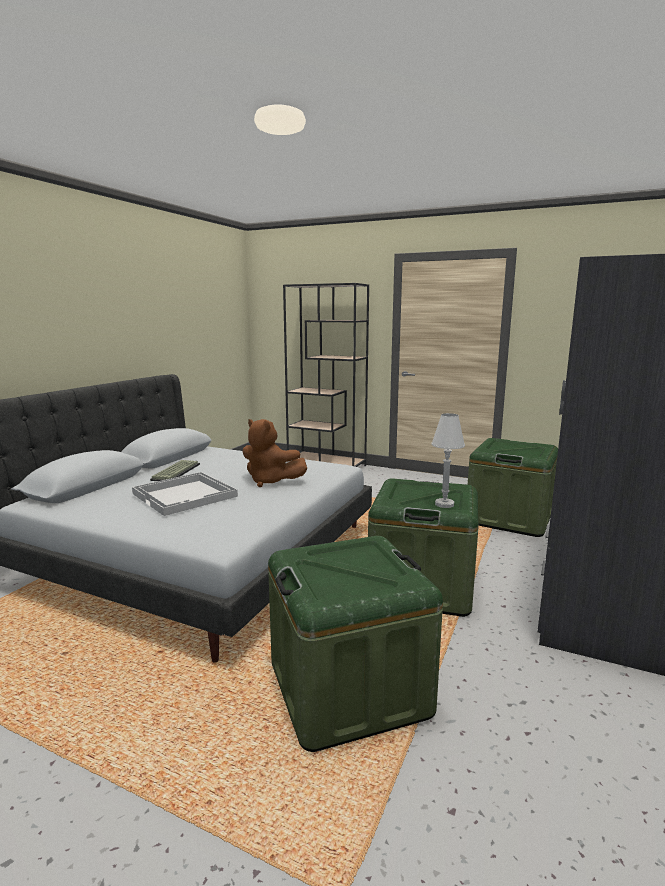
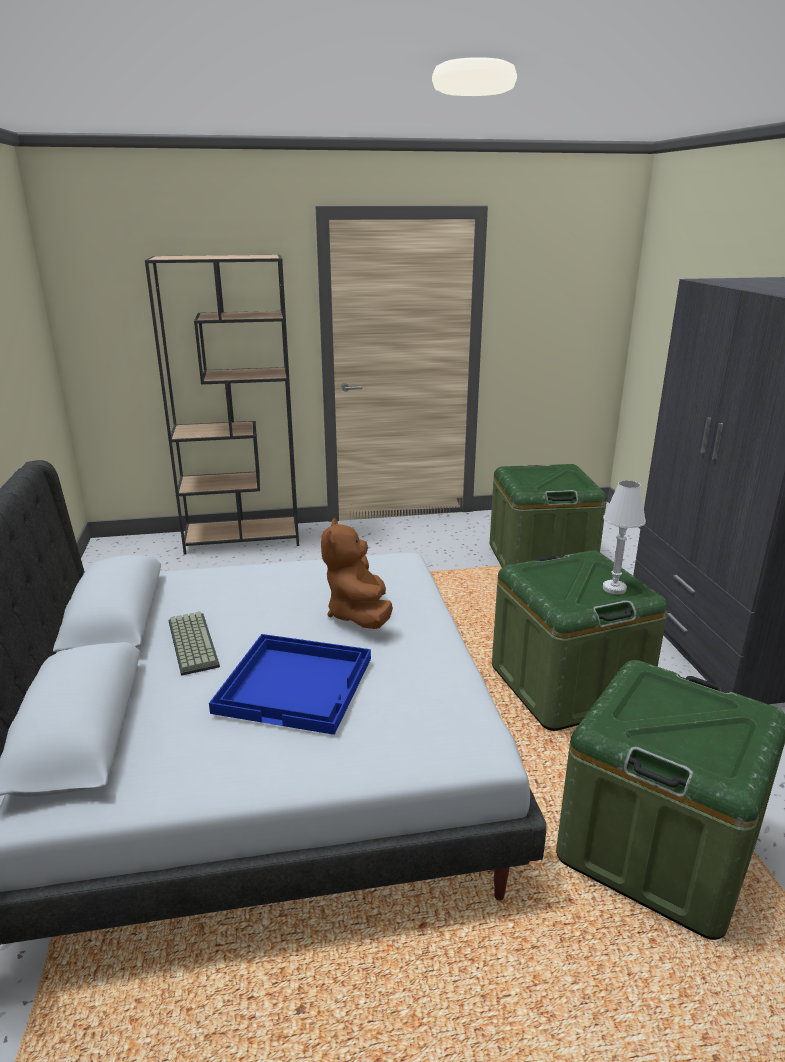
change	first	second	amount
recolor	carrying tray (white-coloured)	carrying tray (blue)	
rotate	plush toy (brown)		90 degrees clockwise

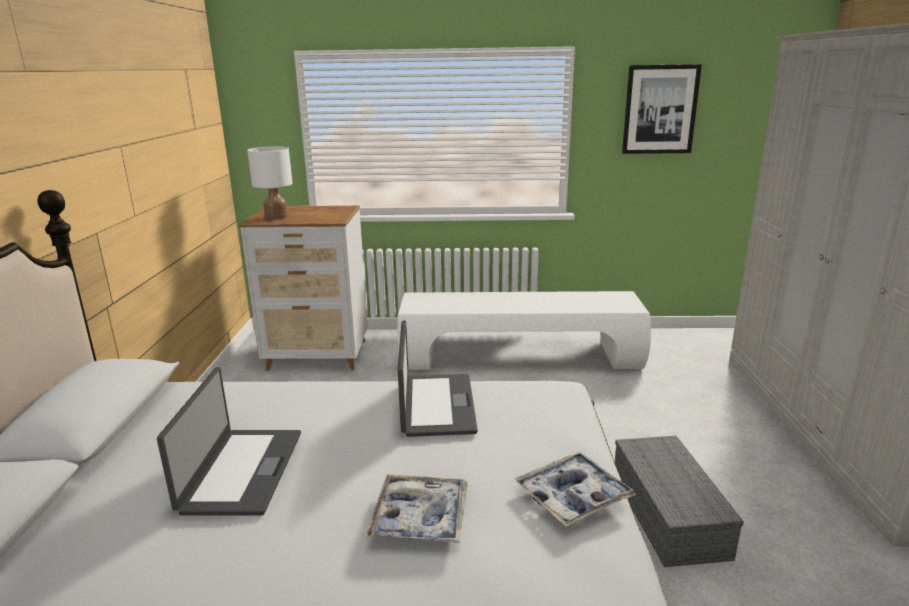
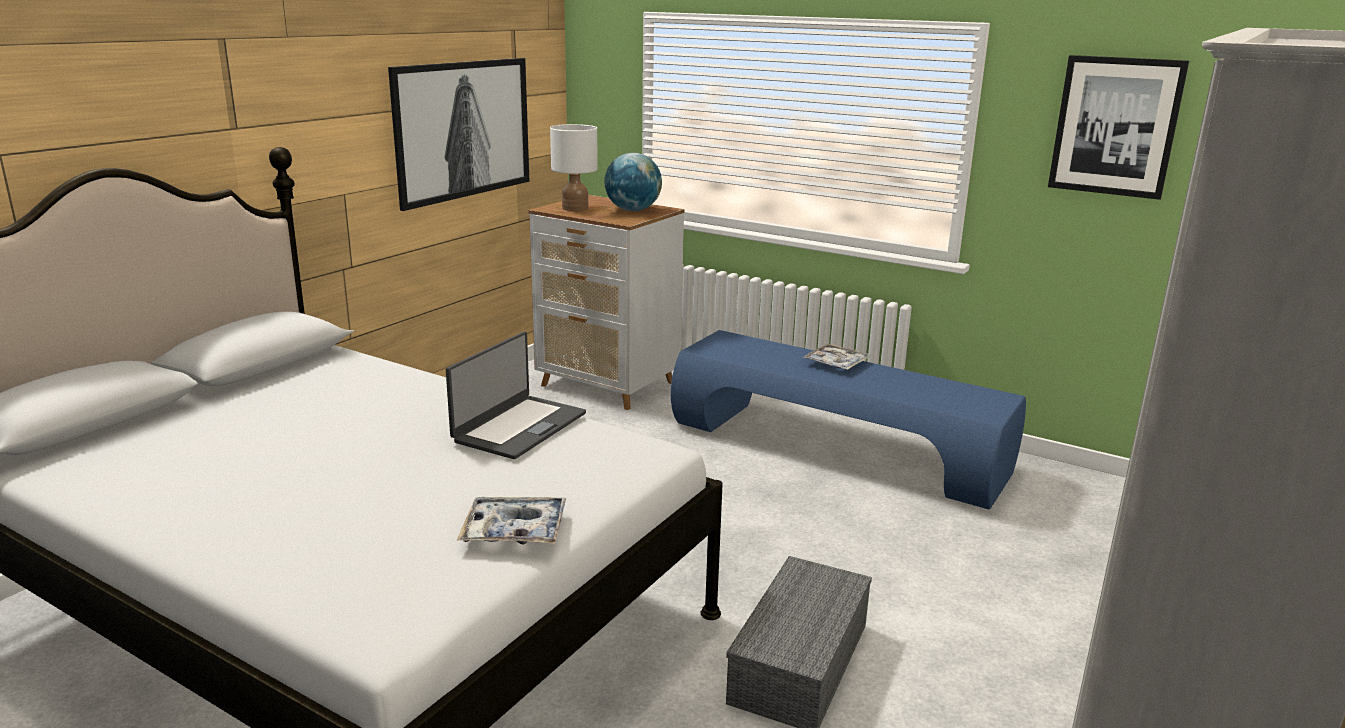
change	first	second	amount
insert		wall picture (1st from left)	
insert		globe	
recolor	indoor bench (white-coloured)	indoor bench (blue)	
move	carrying tray (1st from left in the first image)	carrying tray (2nd from left)	
delete	portable computer (1st from left)		

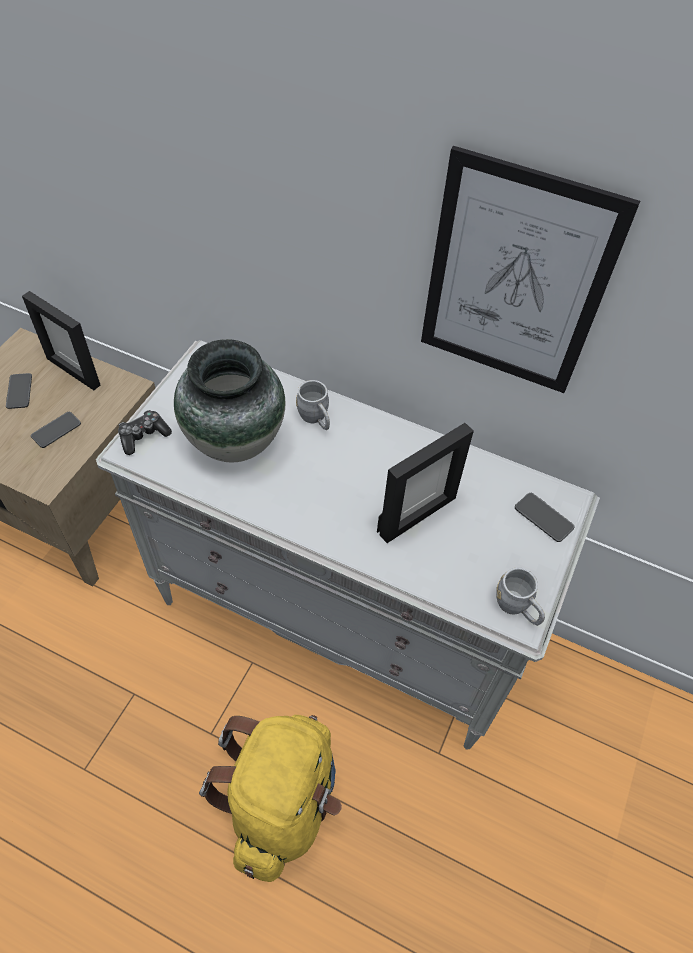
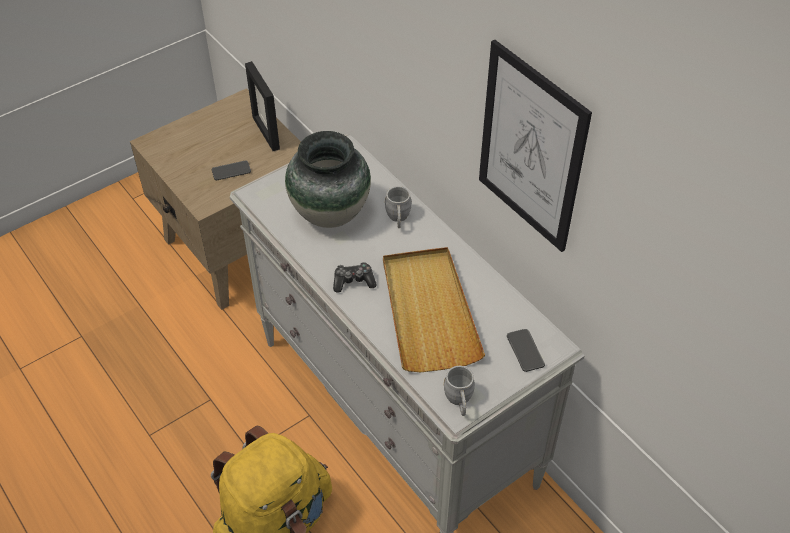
change	first	second	amount
move	gamepad		
replace	standing frame (2nd from left)	carrying tray (beige-coloured)	
delete	telephone (1st from left)		

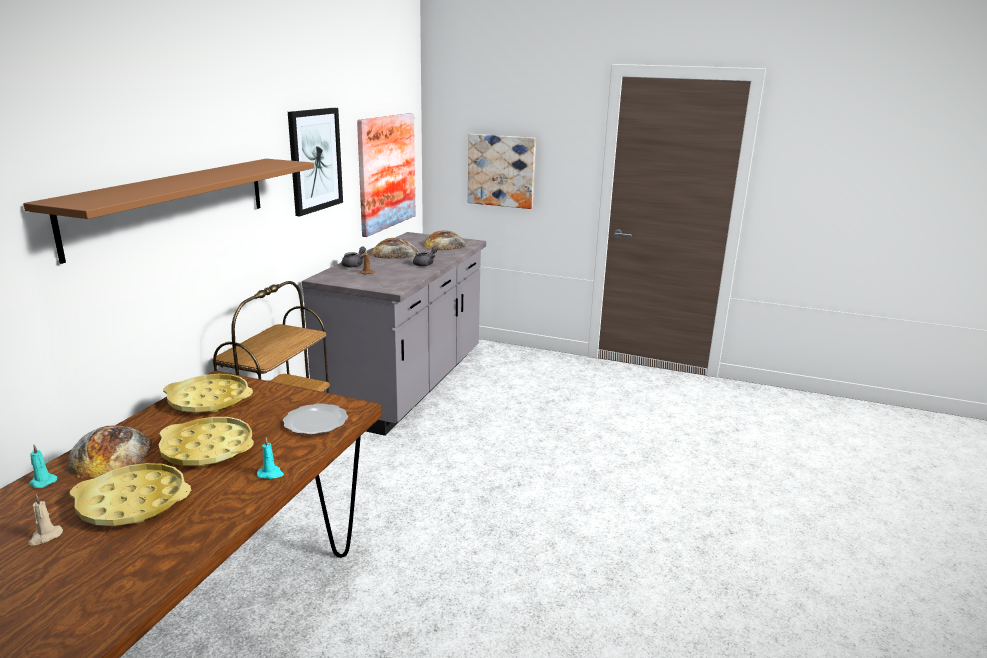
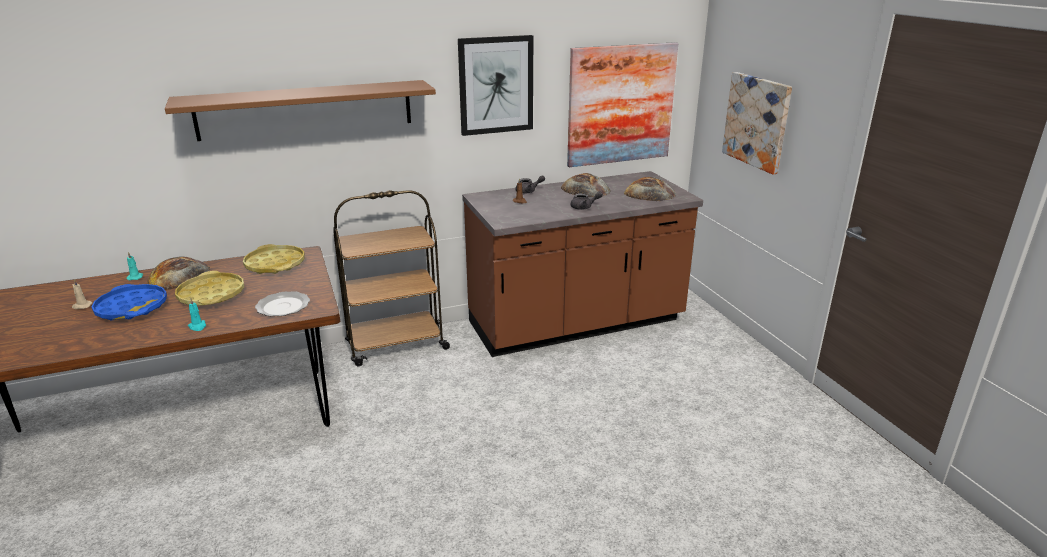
change	first	second	amount
recolor	carrying tray (yellow) (1st from left)	carrying tray (blue)	
recolor	kitchen counter (greyish)	kitchen counter (brown)	

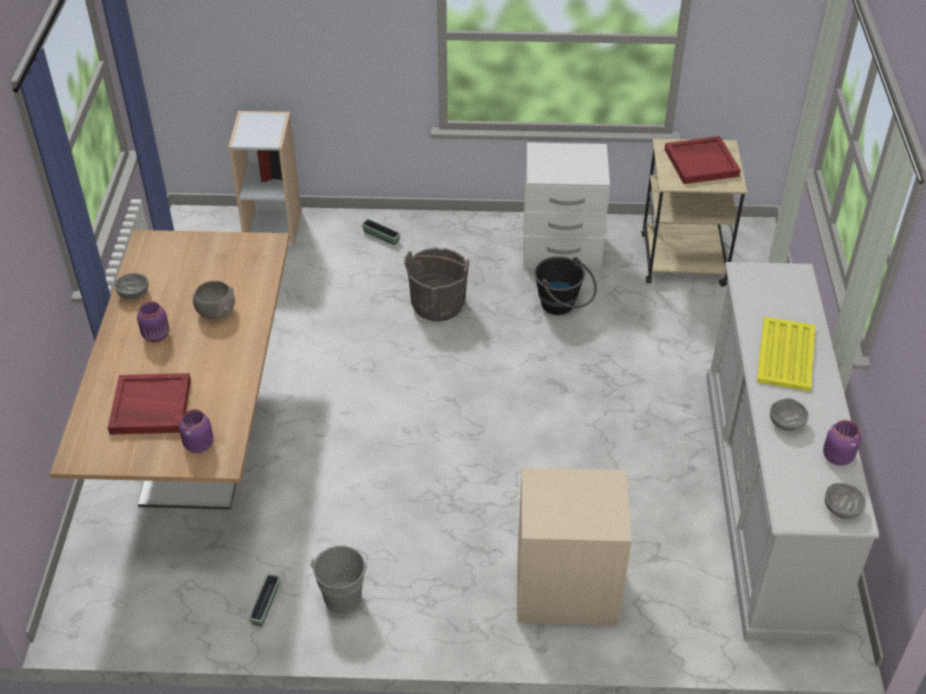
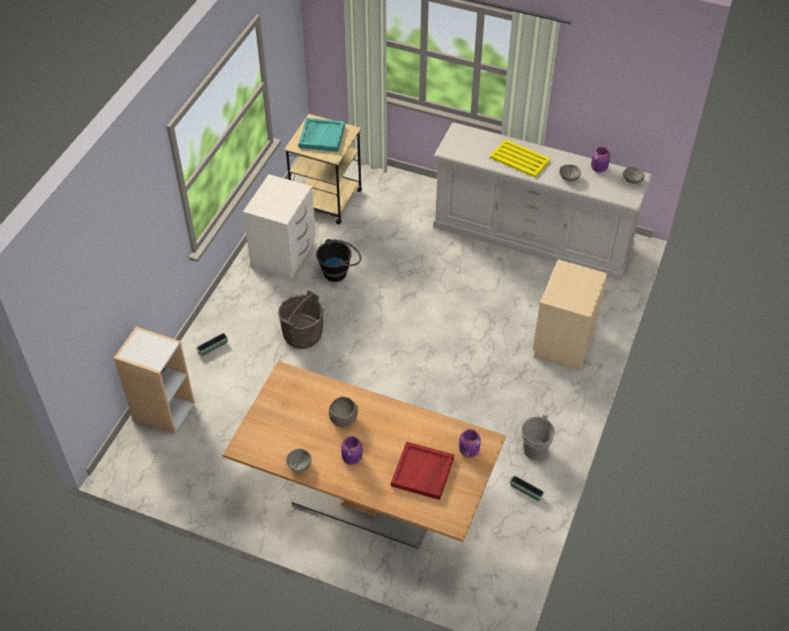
change	first	second	amount
recolor	carrying tray (red) (2nd from left)	carrying tray (blue-green)	

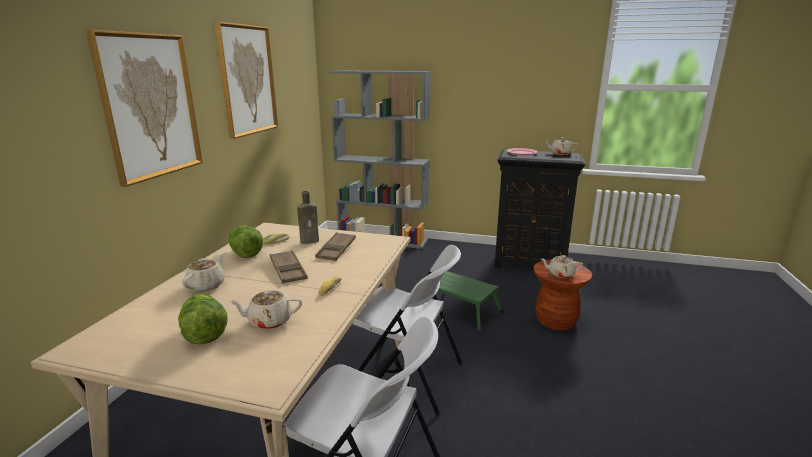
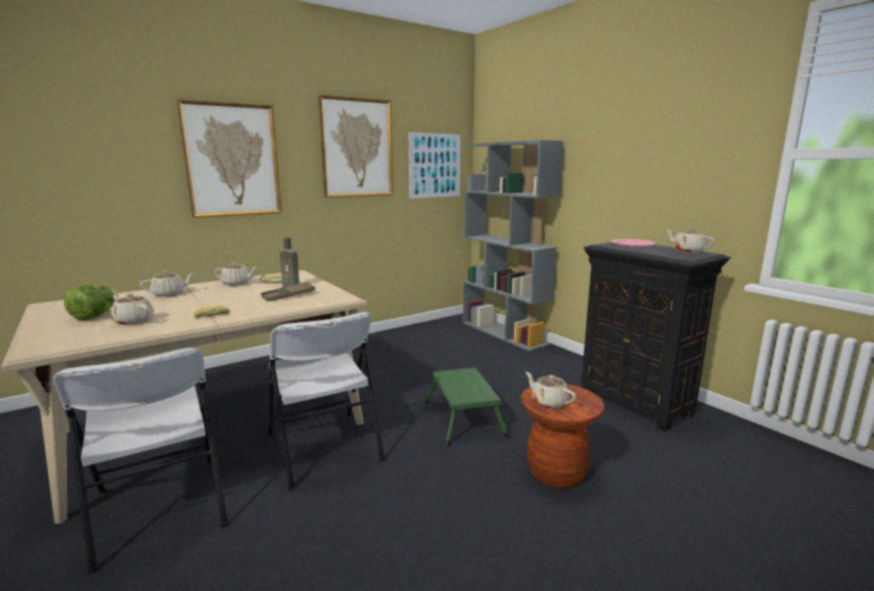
change	first	second	amount
replace	head of lettuce (2nd from left)	teapot (beige-coloured) (3rd from left)	
insert		wall picture (3rd from left)	
delete	carrying tray (brown) (1st from left)		

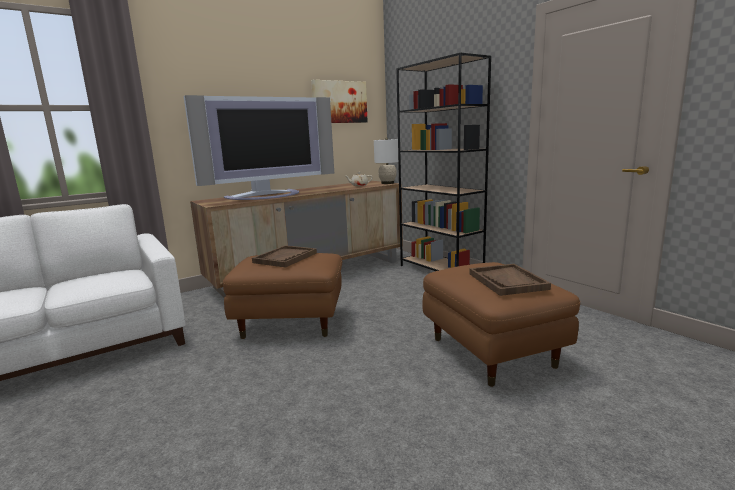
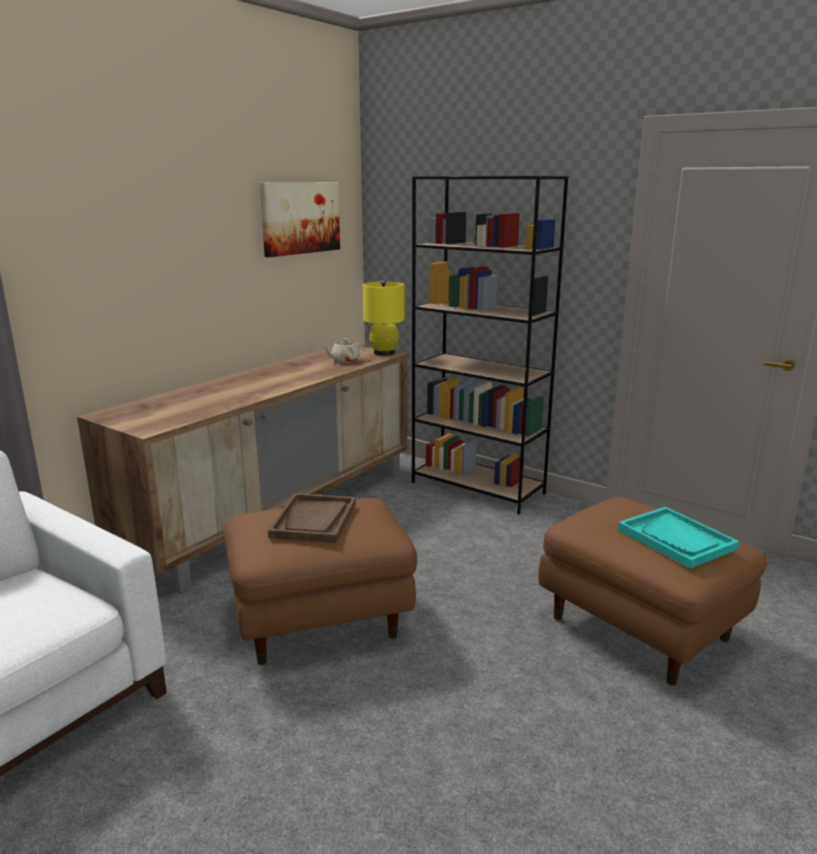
change	first	second	amount
recolor	tabletop lamp (white-coloured)	tabletop lamp (yellow)	
recolor	carrying tray (brown) (2nd from left)	carrying tray (blue-green)	
delete	television		

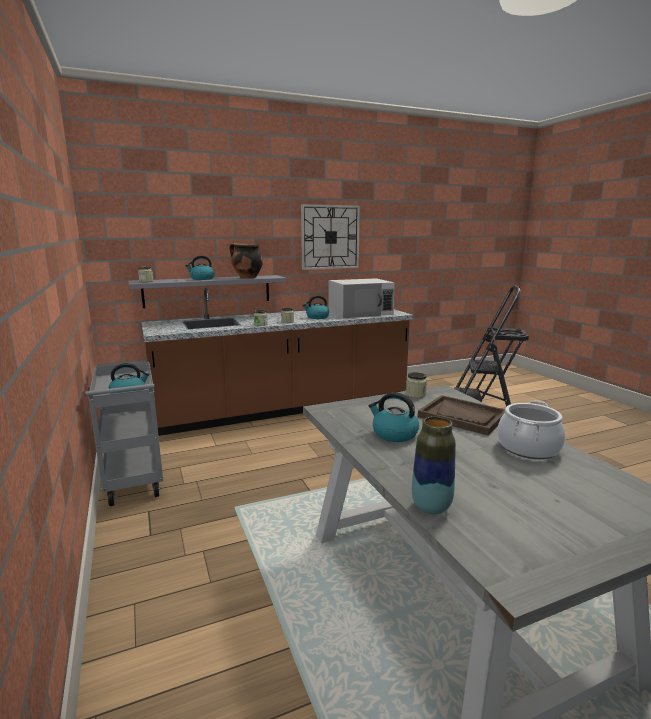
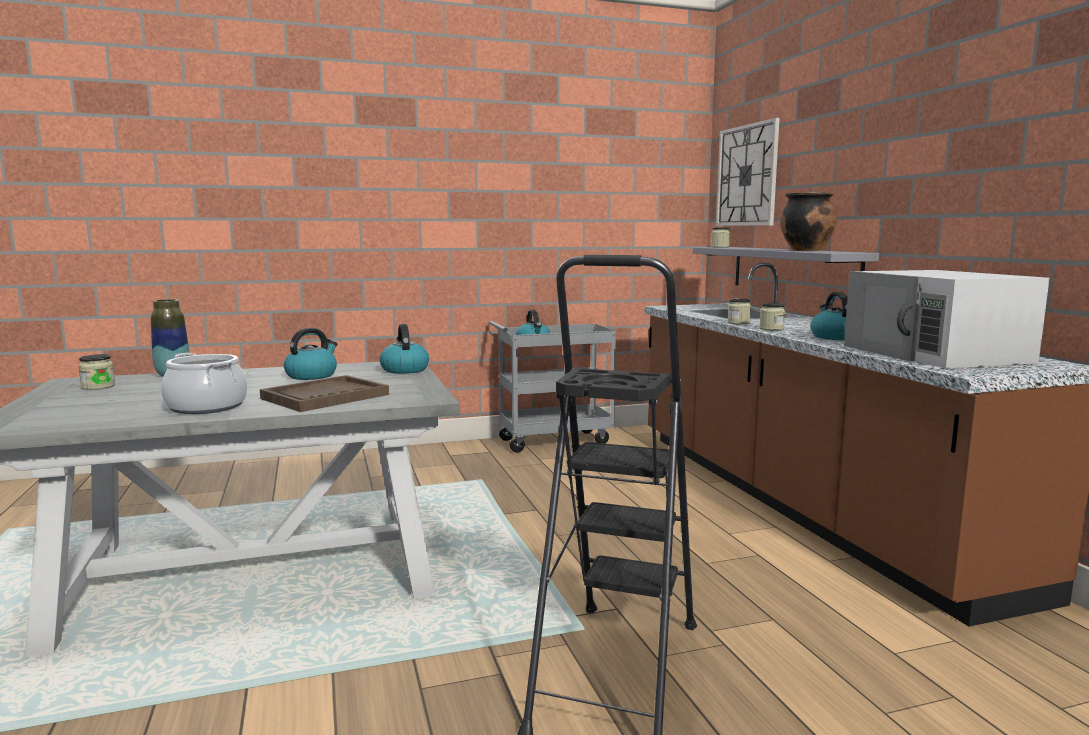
change	first	second	amount
move	storage jar (4th from left in the first image)	storage jar (1st from left)	
move	kettle (2nd from left)		
move	hanging clock		

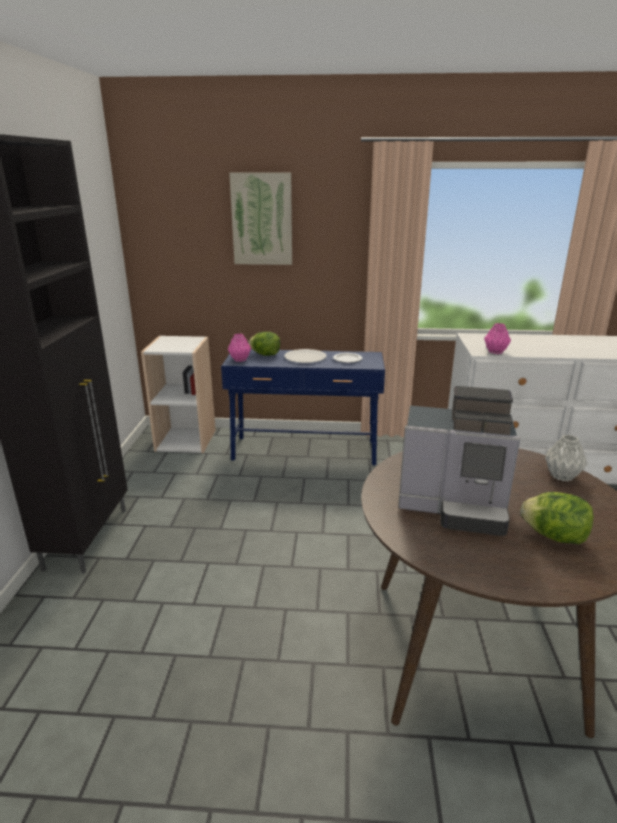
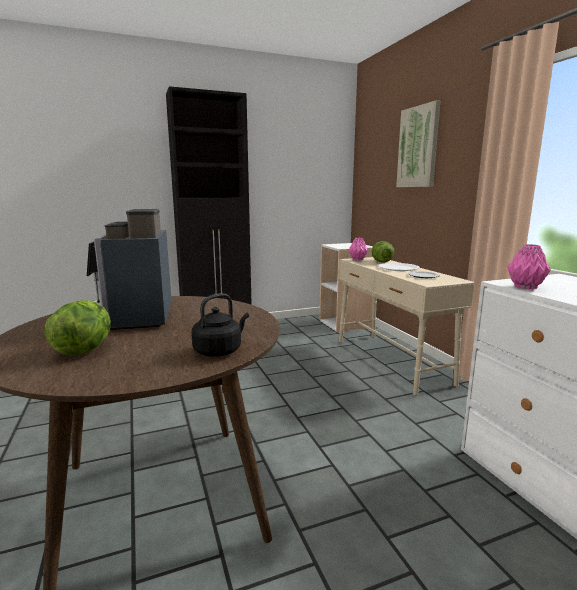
change	first	second	amount
replace	vase (greyish)	kettle (black)	
recolor	narrow table (blue)	narrow table (beige-coloured)	

